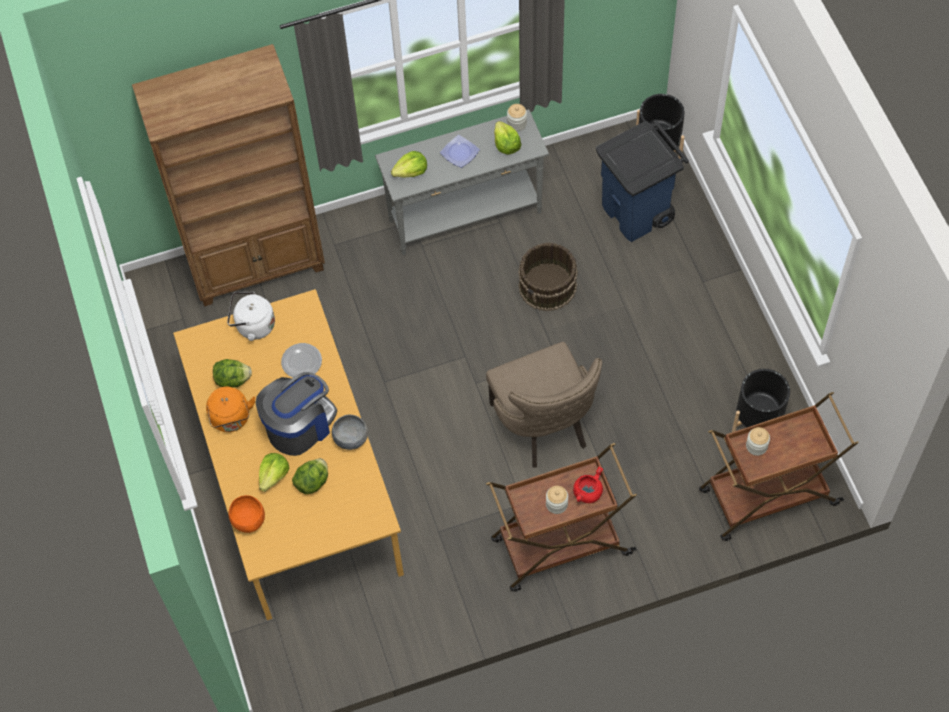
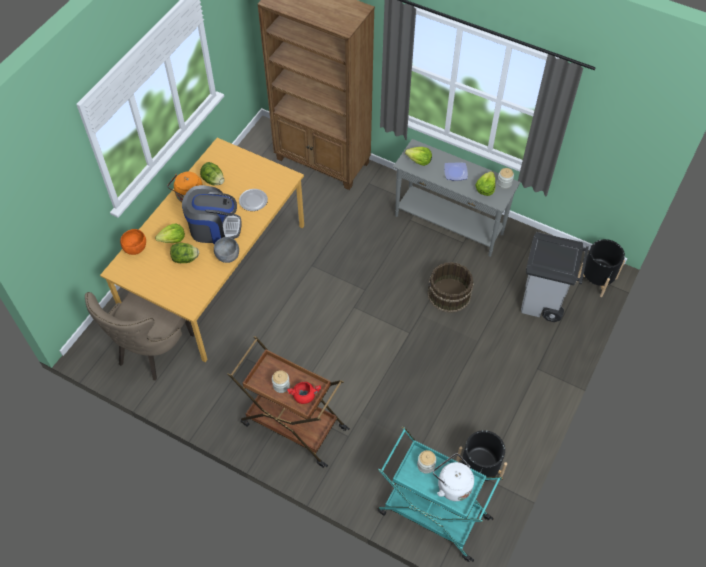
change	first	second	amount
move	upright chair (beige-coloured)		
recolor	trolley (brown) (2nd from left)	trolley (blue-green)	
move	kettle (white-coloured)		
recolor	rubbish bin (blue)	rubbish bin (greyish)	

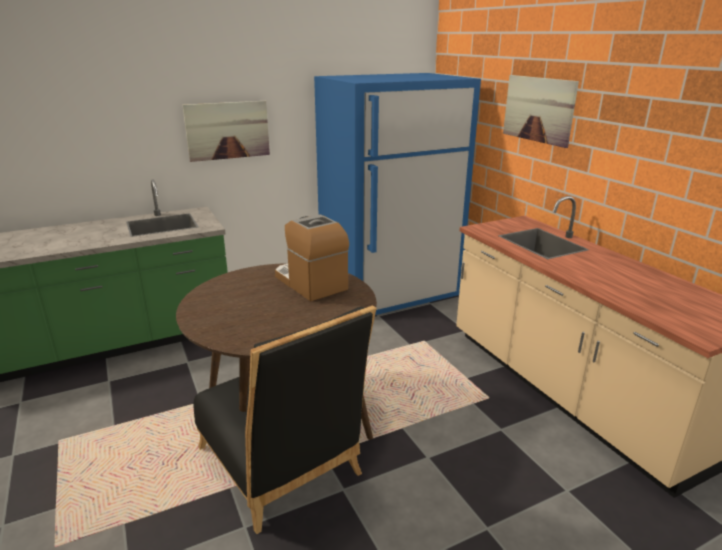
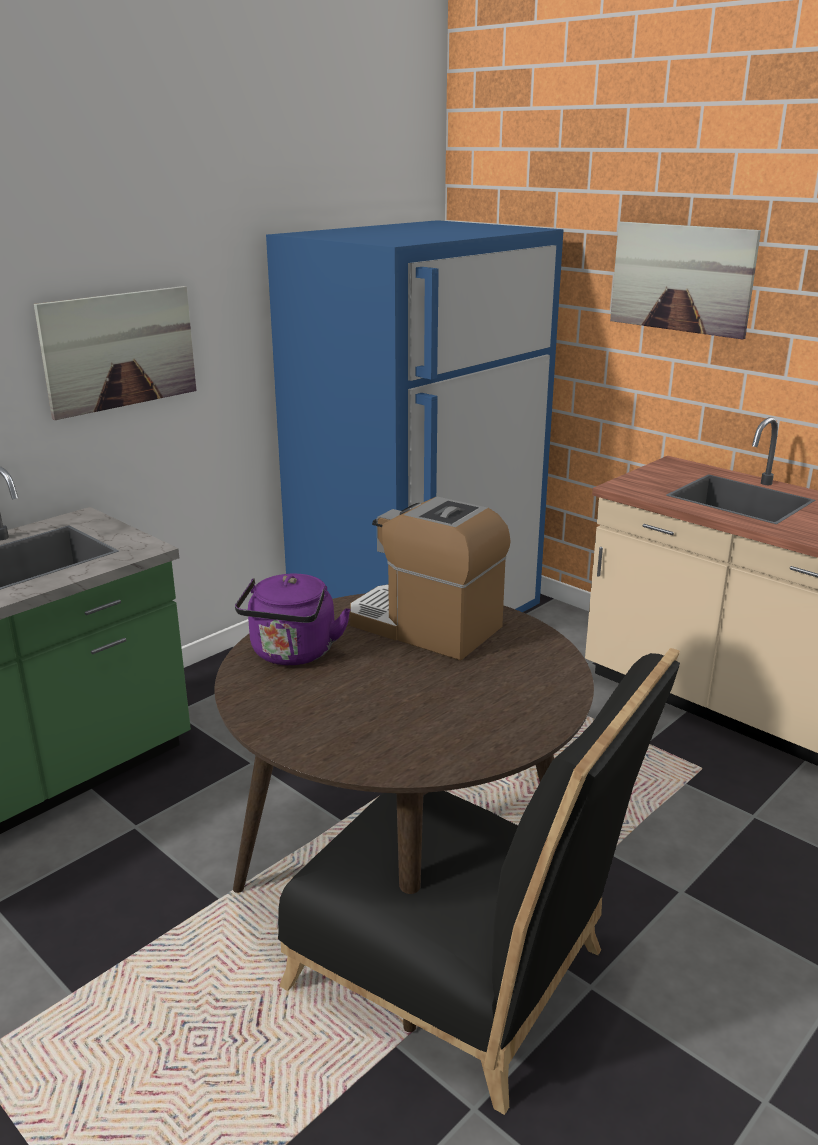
change	first	second	amount
insert		kettle (purplish)	

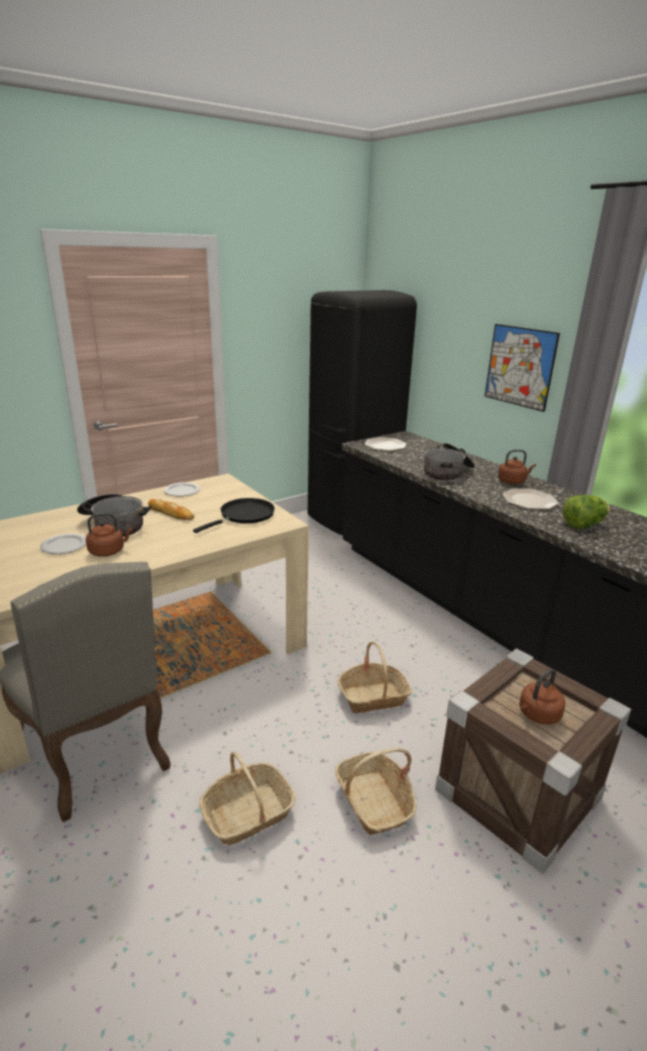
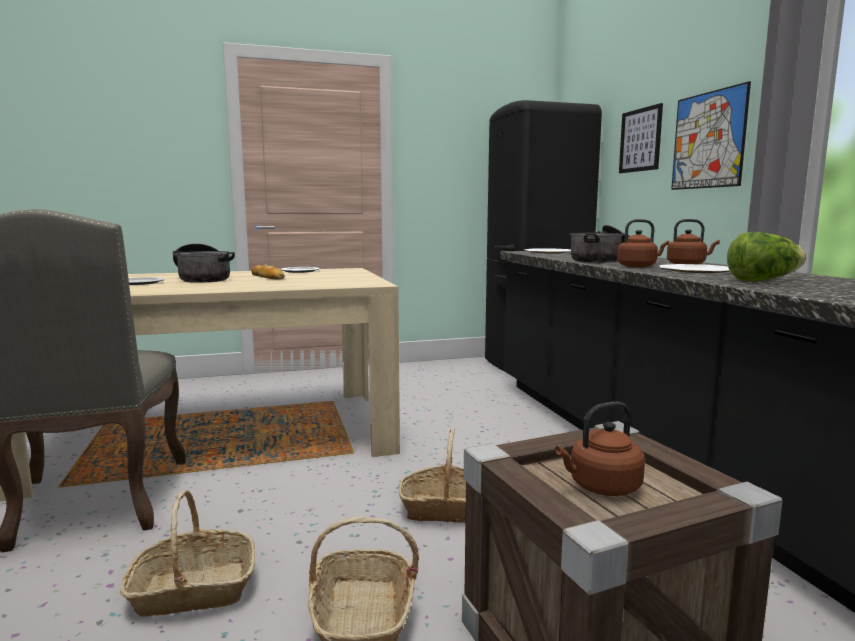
change	first	second	amount
move	kettle (brown) (1st from left in the first image)	kettle (brown) (2nd from left)	
insert		wall picture (1st from left)	
delete	frying pan (black)		

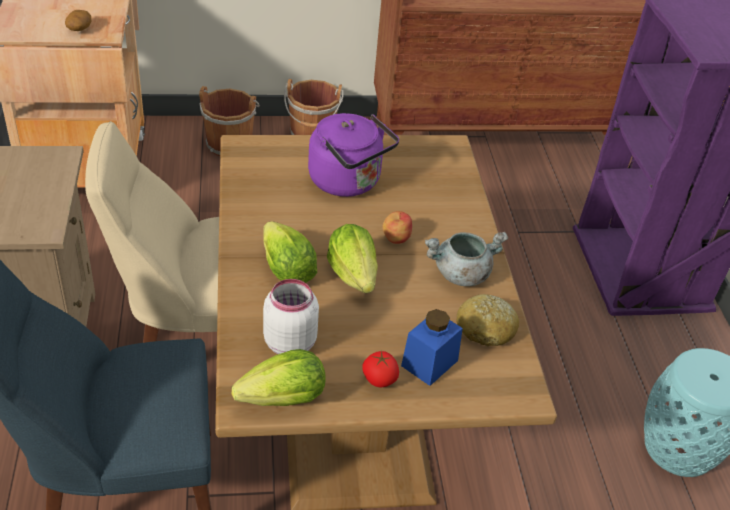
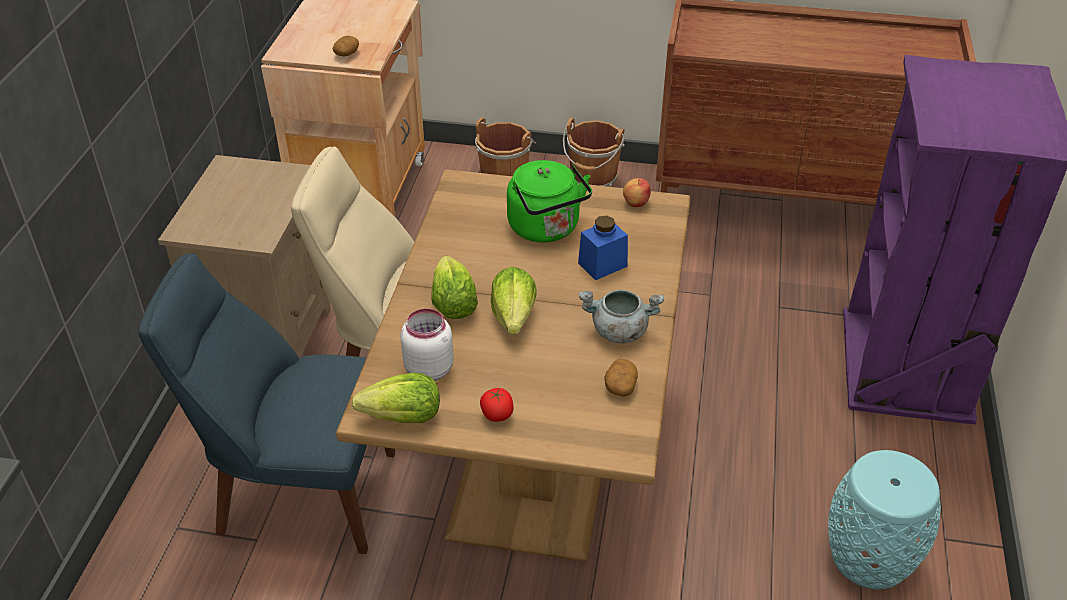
change	first	second	amount
recolor	kettle (purplish)	kettle (greenish)	
move	storage jar (blue)		
replace	baked bread	whole potato (2nd from left)	
move	whole apple		

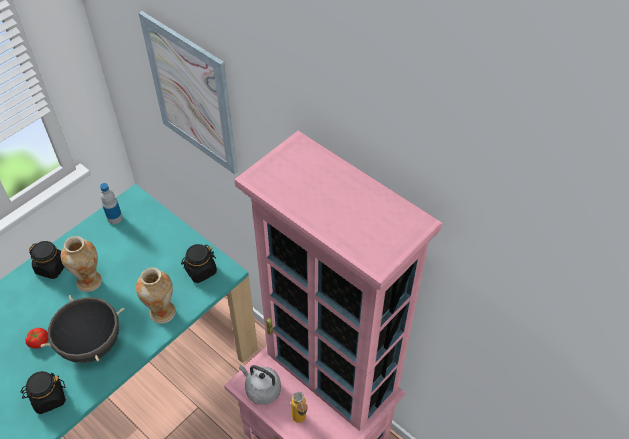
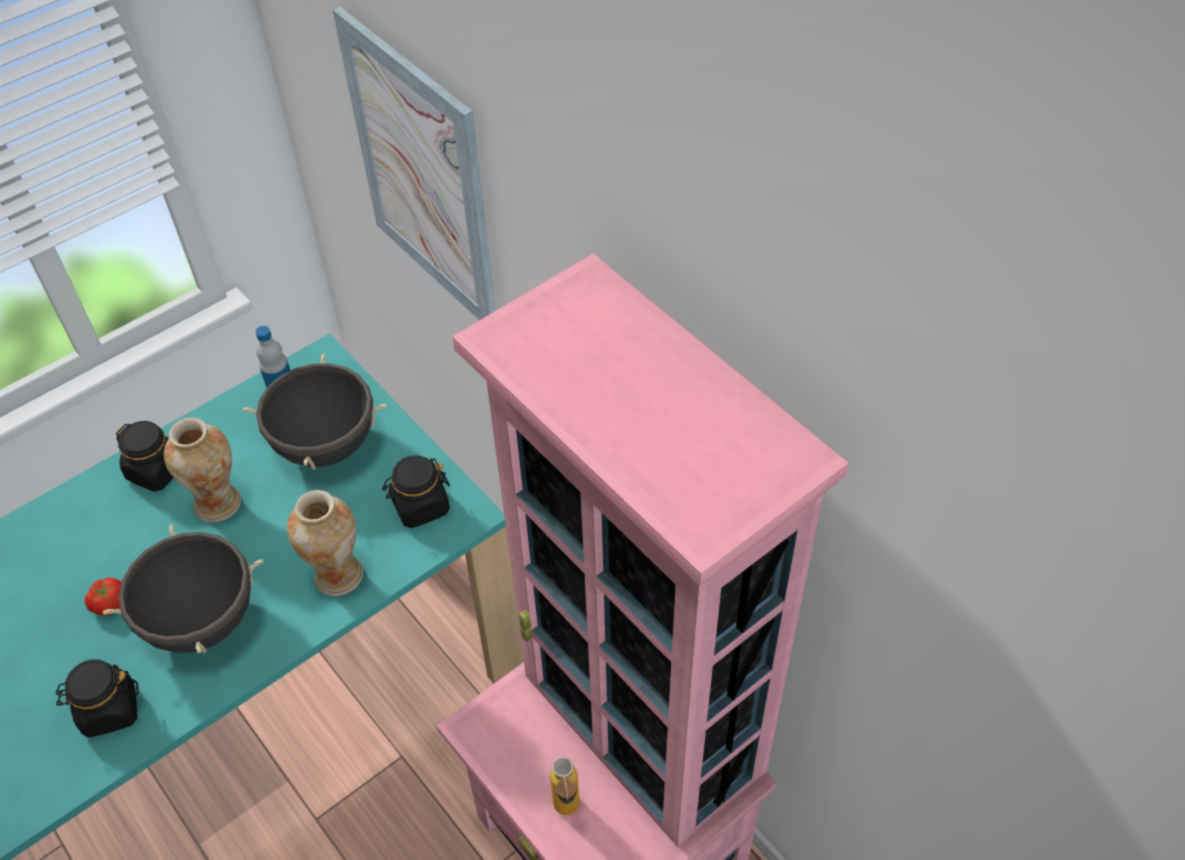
change	first	second	amount
insert		cooking pot (black) (2nd from left)	
delete	kettle (greyish)		

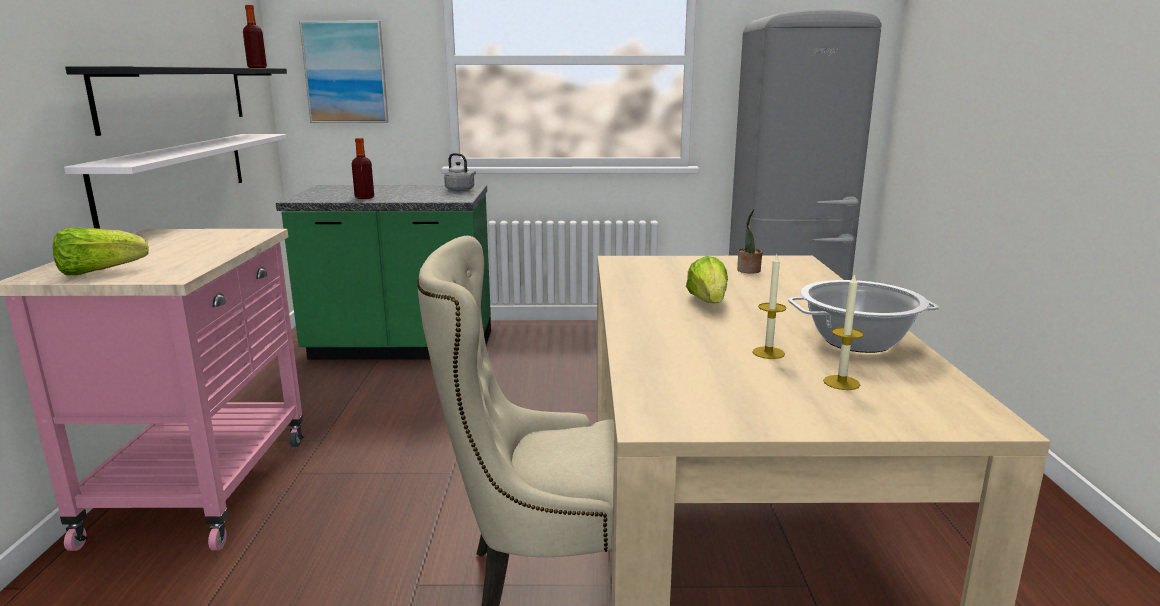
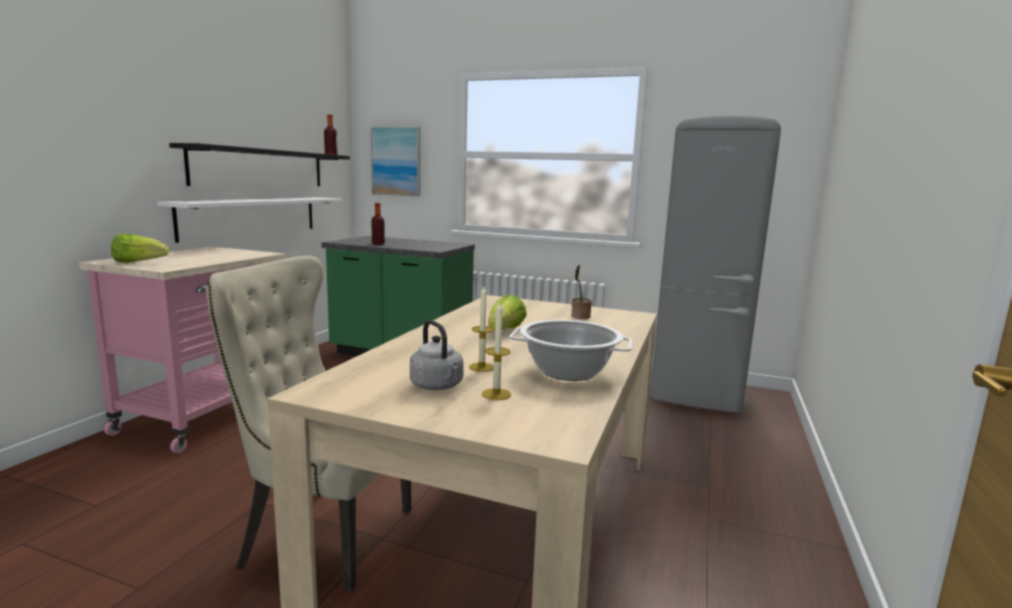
change	first	second	amount
move	kettle (greyish)		

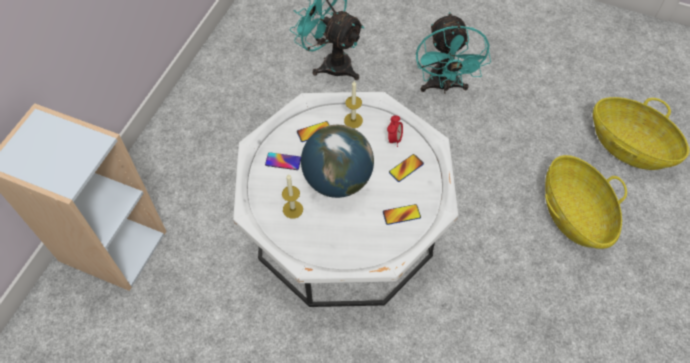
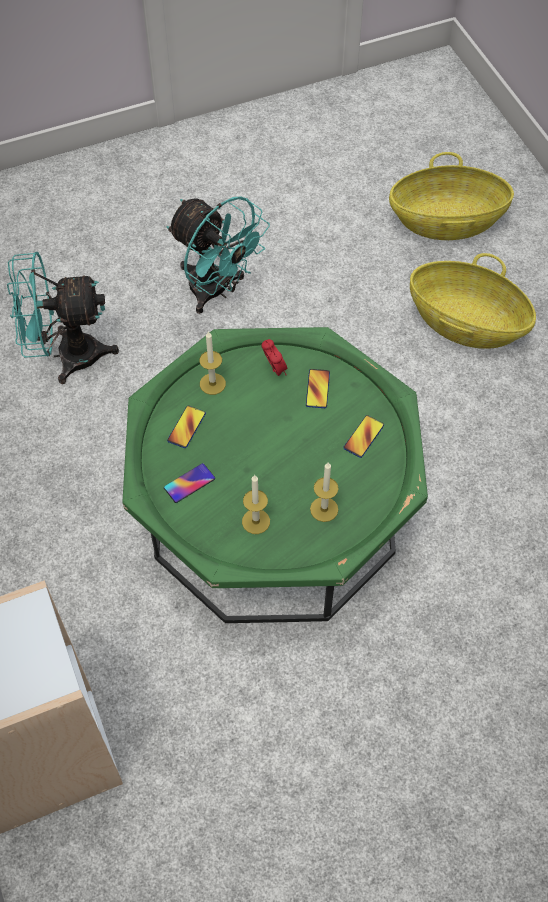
change	first	second	amount
recolor	lounge table (white-coloured)	lounge table (greenish)	
insert		candle (3rd from left)	
delete	globe		

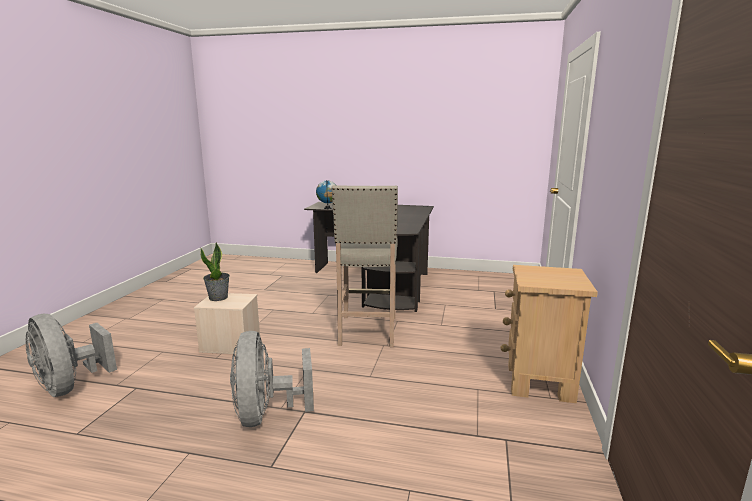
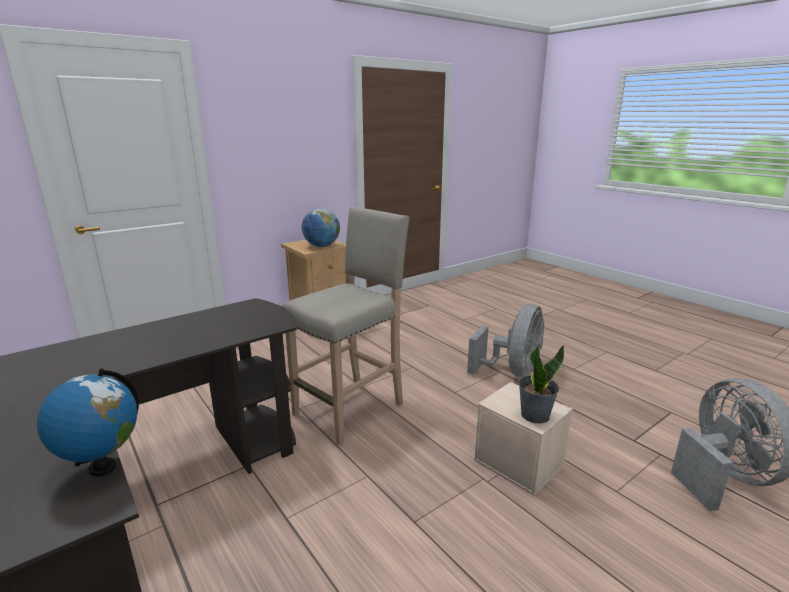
change	first	second	amount
insert		globe (2nd from left)	

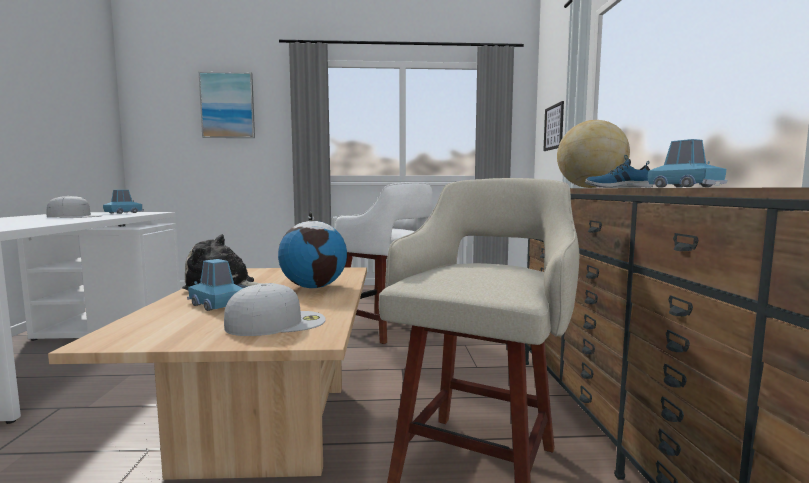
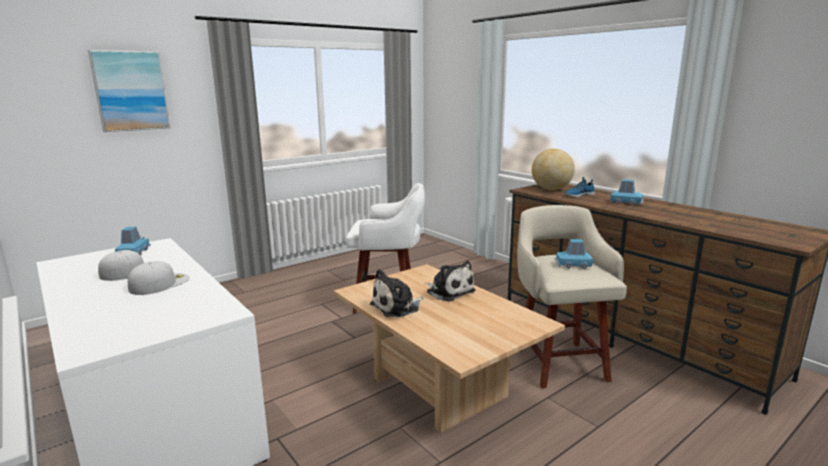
change	first	second	amount
move	baseball cap (white-coloured) (2nd from left)		
replace	globe (1st from left)	plush toy (2nd from left)	
move	toy car (blue) (2nd from left)		
delete	wall picture (2nd from left)		

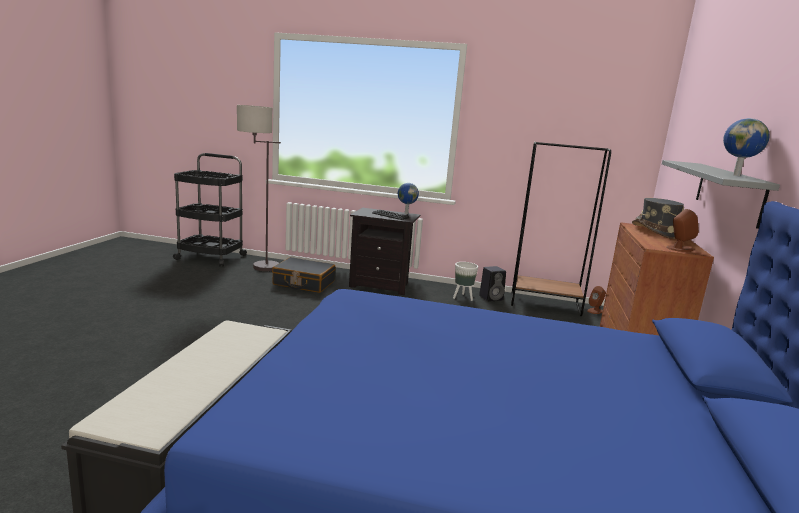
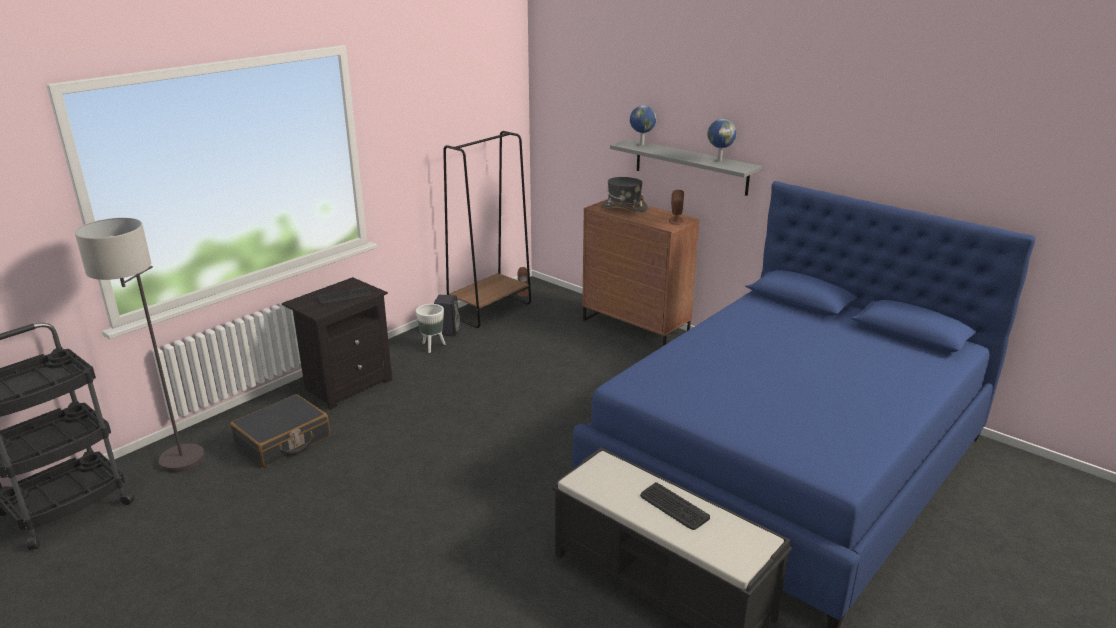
change	first	second	amount
move	globe (1st from left)		
insert		PC keyboard (2nd from left)	

